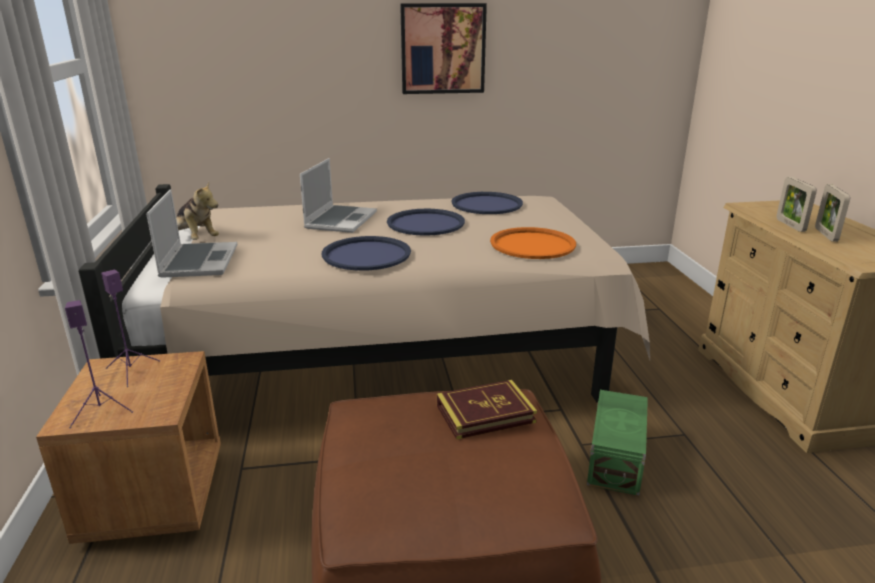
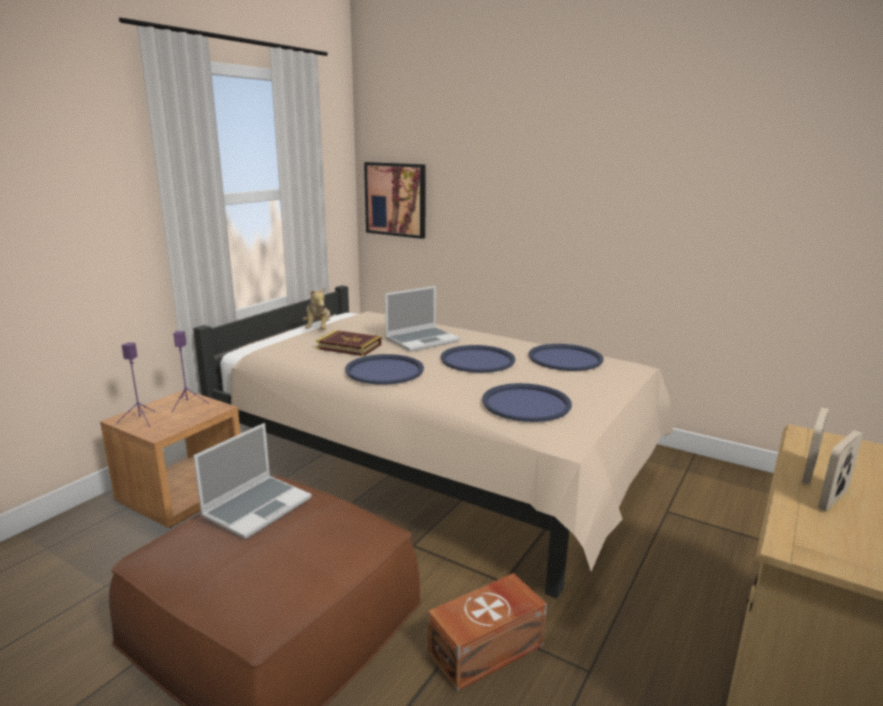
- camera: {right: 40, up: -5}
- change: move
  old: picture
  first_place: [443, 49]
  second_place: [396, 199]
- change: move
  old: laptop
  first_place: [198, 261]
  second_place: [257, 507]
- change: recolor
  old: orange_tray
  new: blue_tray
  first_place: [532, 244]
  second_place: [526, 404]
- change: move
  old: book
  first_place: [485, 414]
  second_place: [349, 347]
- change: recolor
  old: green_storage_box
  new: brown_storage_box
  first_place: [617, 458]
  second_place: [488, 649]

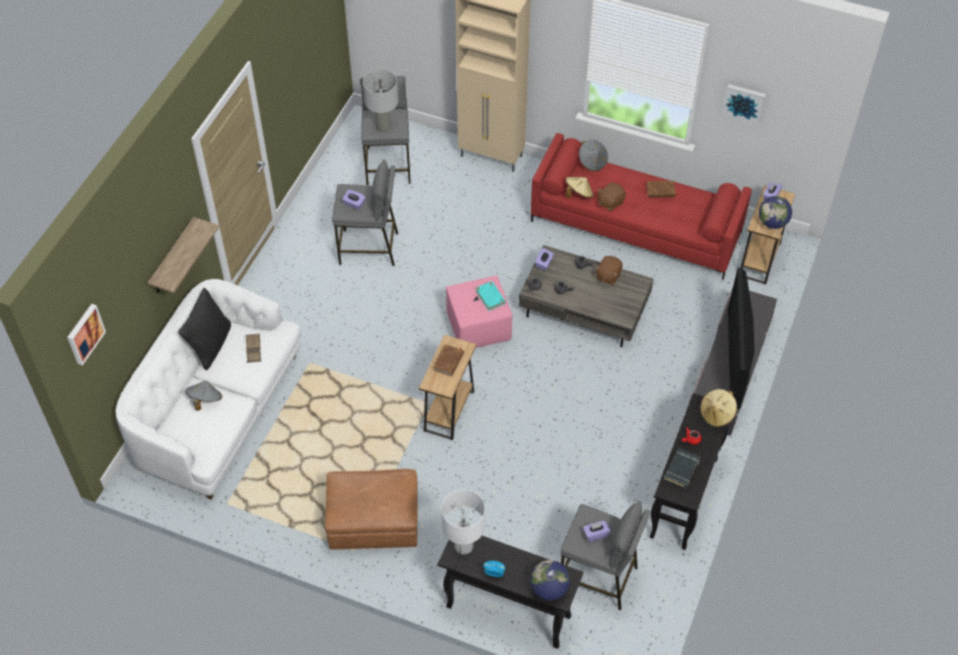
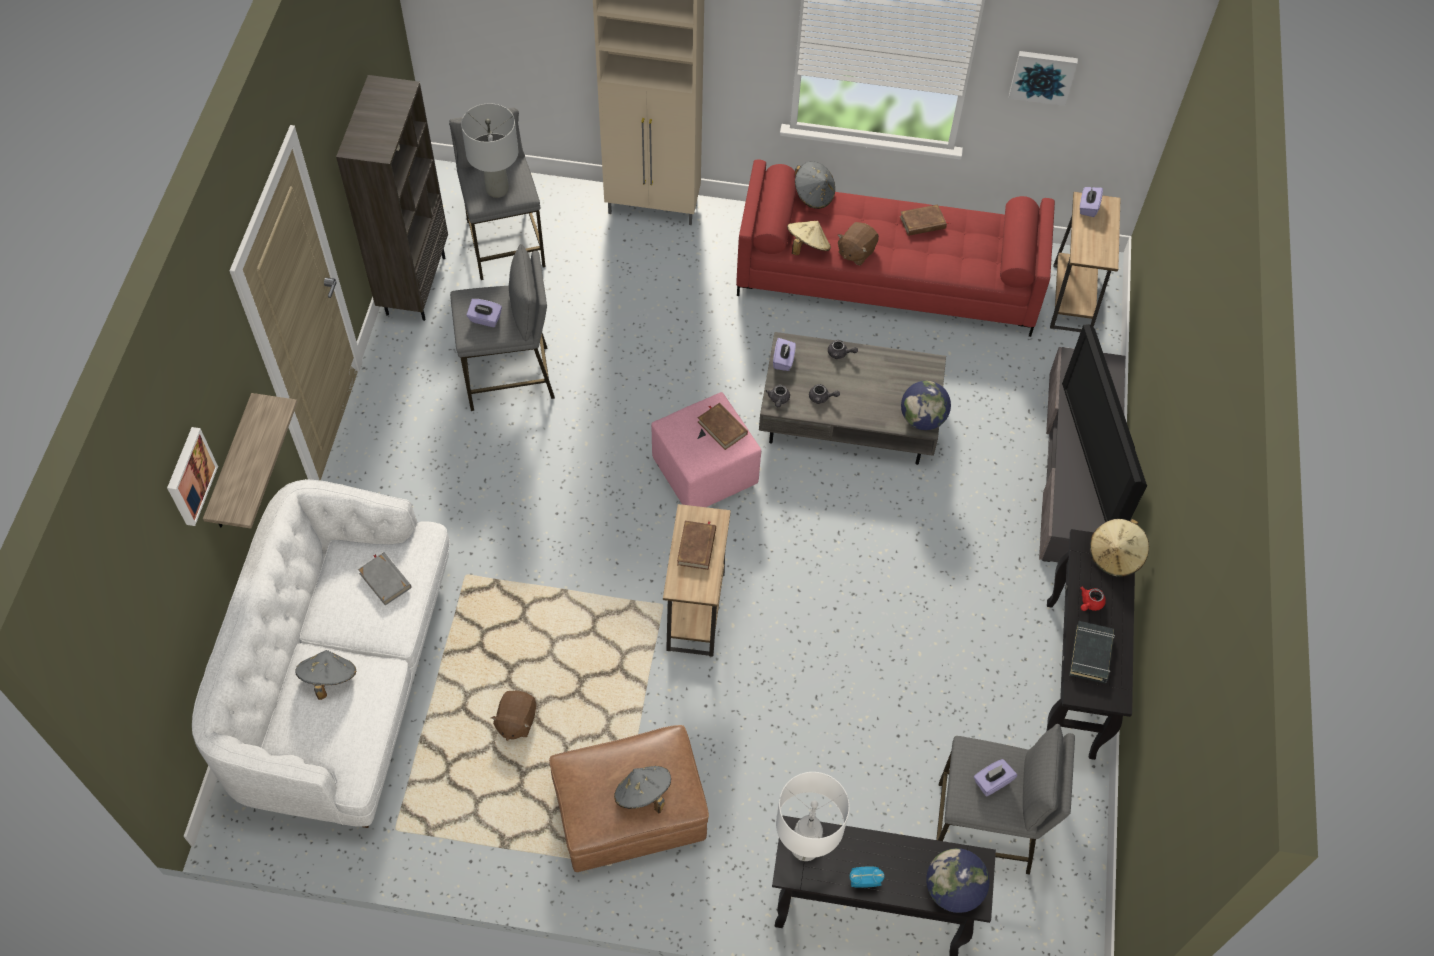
- camera: {right: -15, up: 5}
- change: move
  old: globe
  first_place: [772, 223]
  second_place: [922, 419]
- change: move
  old: brown_plush_toy
  first_place: [608, 276]
  second_place: [516, 721]
- change: recolor
  old: turquoise_book
  new: brown_book
  first_place: [490, 297]
  second_place: [722, 427]
- change: delete
  old: black_pillow
  first_place: [210, 345]
- change: move
  old: picture
  first_place: [84, 333]
  second_place: [189, 476]
- change: replace
  old: brown_tray
  new: grey_book
  first_place: [253, 349]
  second_place: [385, 580]
- change: insert
  new: brown_bookcase
  second_place: [415, 285]
- change: insert
  new: grey_hat
  second_place: [643, 794]

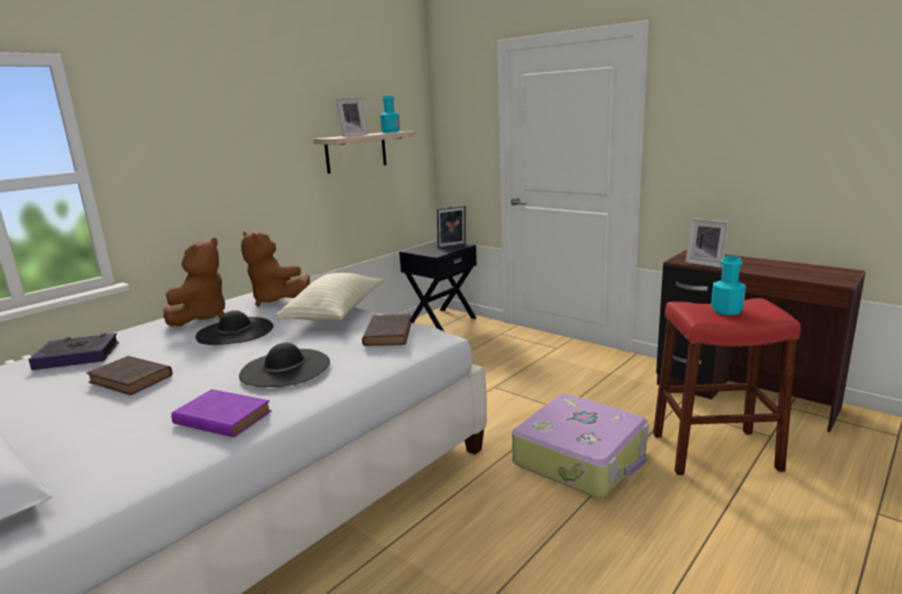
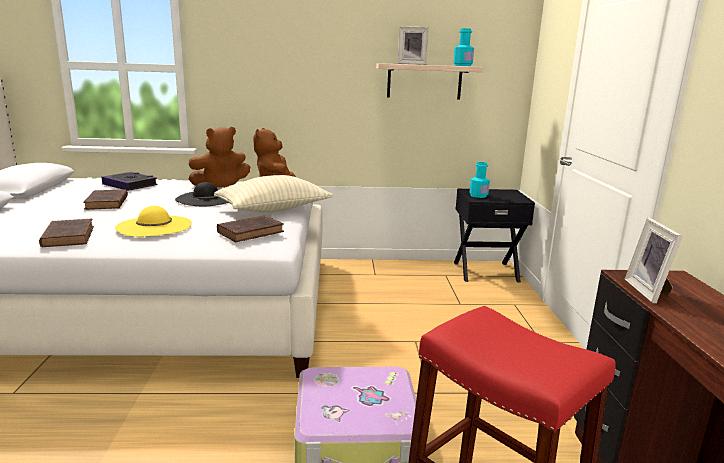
- camera: {right: 45, up: 0}
- change: delete
  old: picture_frame
  first_place: [452, 246]
- change: move
  old: turquoise_bottle
  first_place: [726, 310]
  second_place: [478, 195]
- change: recolor
  old: black_hat
  new: yellow_hat
  first_place: [285, 368]
  second_place: [154, 226]
- change: recolor
  old: purple_book
  new: brown_book
  first_place: [221, 417]
  second_place: [68, 236]

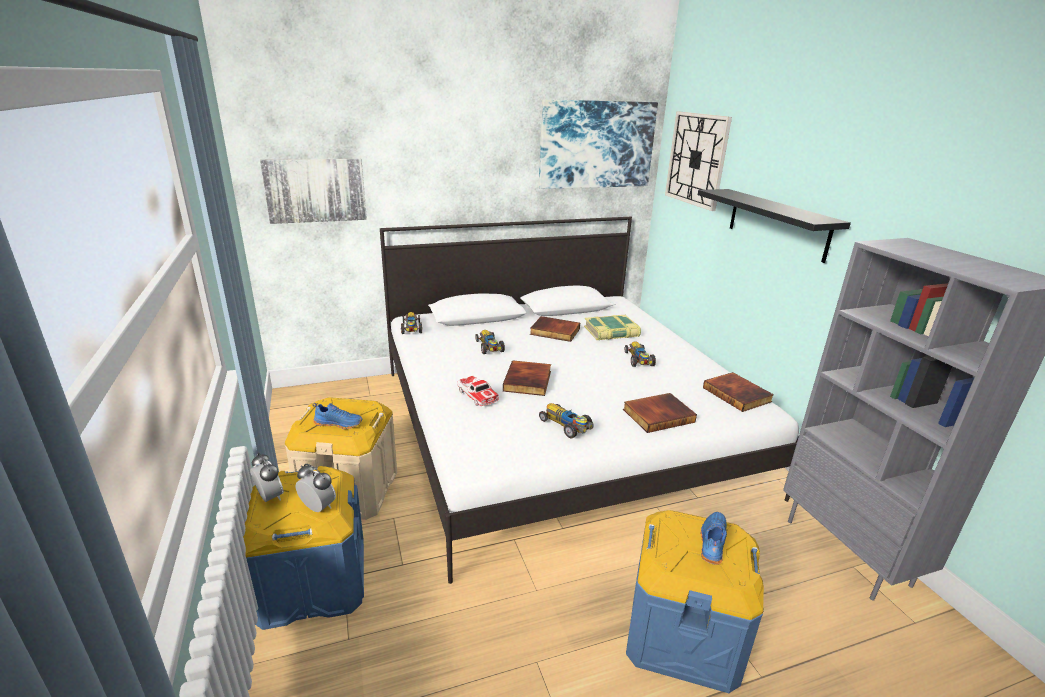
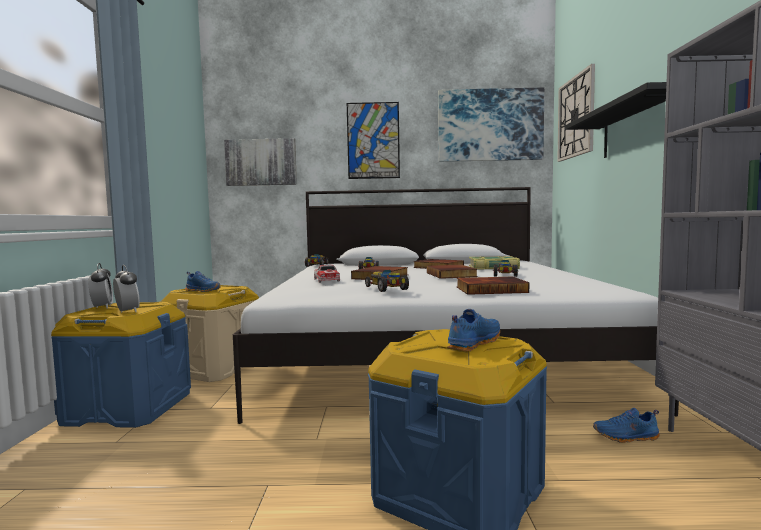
- camera: {right: 20, up: -20}
- change: move
  old: book
  first_place: [738, 394]
  second_place: [452, 275]
- change: insert
  new: picture
  second_place: [373, 140]
- change: insert
  new: blue_shoe
  second_place: [626, 437]

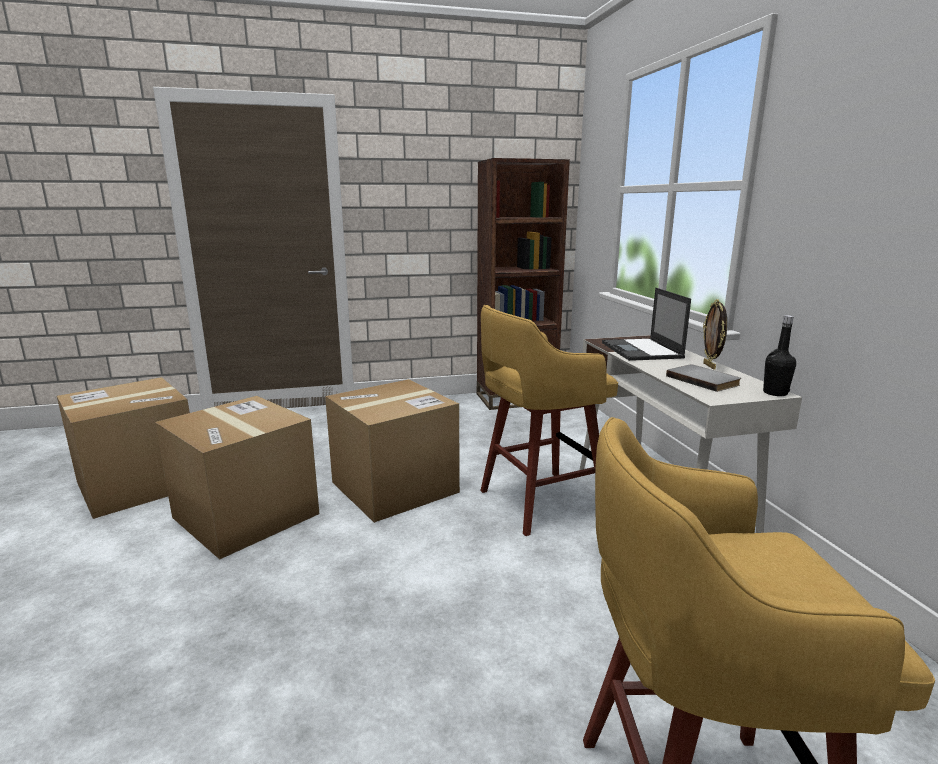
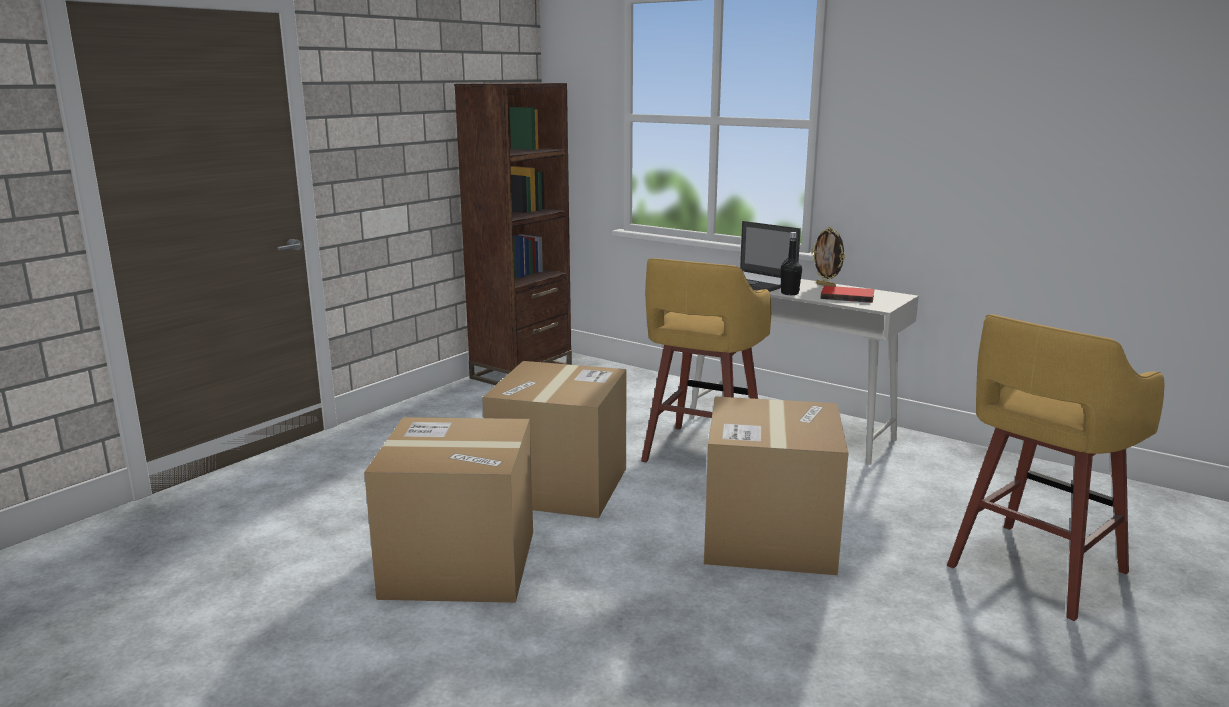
- camera: {right: -40, up: 0}
- change: move
  old: black_bottle
  first_place: [775, 393]
  second_place: [789, 293]
- change: recolor
  old: grey_book
  new: red_book
  first_place: [704, 380]
  second_place: [847, 296]
- change: move
  old: cardboard_box
  first_place: [138, 484]
  second_place: [769, 537]

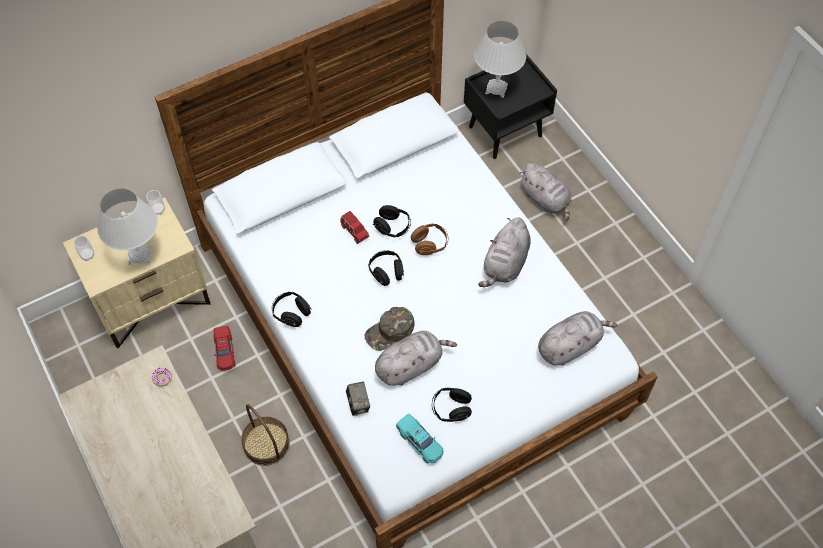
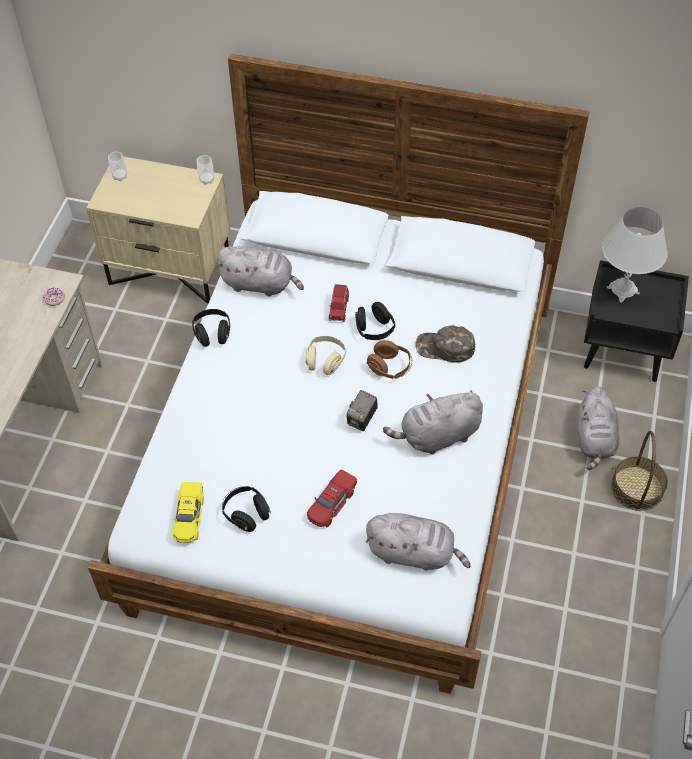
- camera: {right: 45, up: -5}
- change: delete
  old: white_table_lamp
  first_place: [140, 255]
- change: recolor
  old: black_headphones
  new: beige_headphones
  first_place: [386, 272]
  second_place: [325, 361]
- change: move
  old: green_cap
  first_place: [390, 331]
  second_place: [444, 348]
- change: move
  old: red_toy_car
  first_place: [225, 351]
  second_place: [332, 504]
- change: move
  old: grey_plush_toy
  first_place: [411, 365]
  second_place: [260, 284]
- change: move
  old: photo_camera
  first_place: [358, 404]
  second_place: [362, 420]
- change: move
  old: basket
  first_place: [266, 444]
  second_place: [637, 488]
- change: recolor
  old: turquoise_toy_car
  new: yellow_toy_car
  first_place: [420, 442]
  second_place: [189, 517]

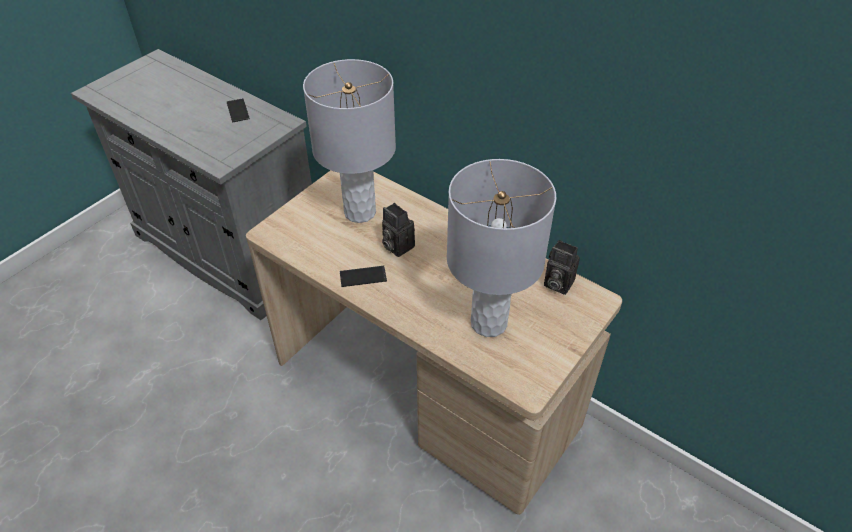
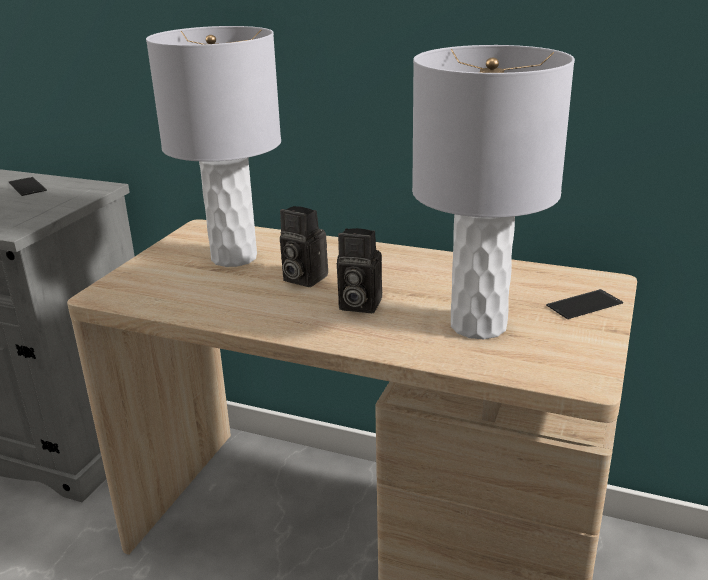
- camera: {right: -15, up: -20}
- change: move
  old: photo_camera
  first_place: [556, 283]
  second_place: [357, 304]
- change: move
  old: phone
  first_place: [363, 276]
  second_place: [584, 305]

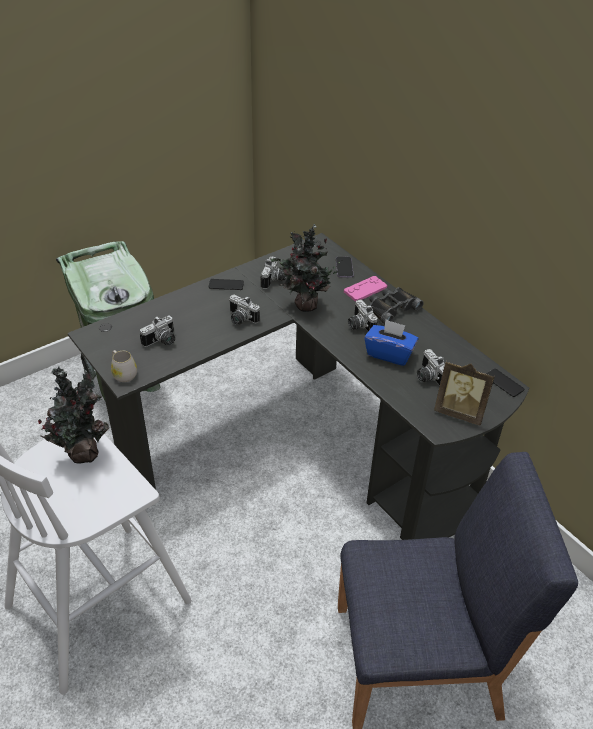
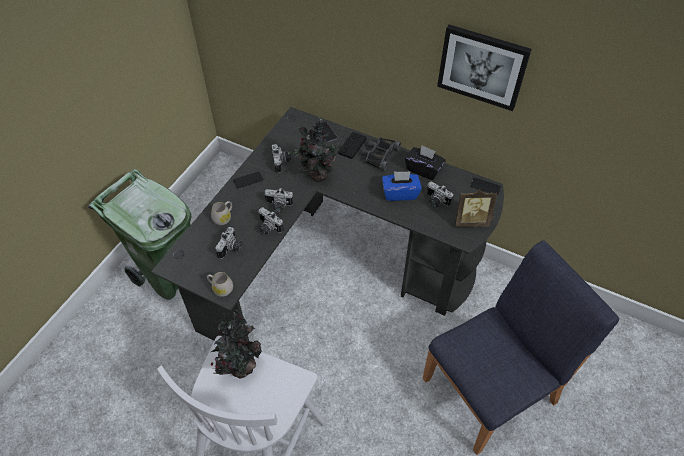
- camera: {right: -25, up: 10}
- change: recolor
  old: pink_game_controller
  new: black_game_controller
  first_place: [365, 289]
  second_place: [352, 146]
- change: move
  old: photo_camera
  first_place: [358, 325]
  second_place: [268, 228]
- change: insert
  new: picture
  second_place: [482, 66]
- change: insert
  new: black_tissue_box
  second_place: [423, 169]
- change: insert
  new: white_mug
  second_place: [224, 218]

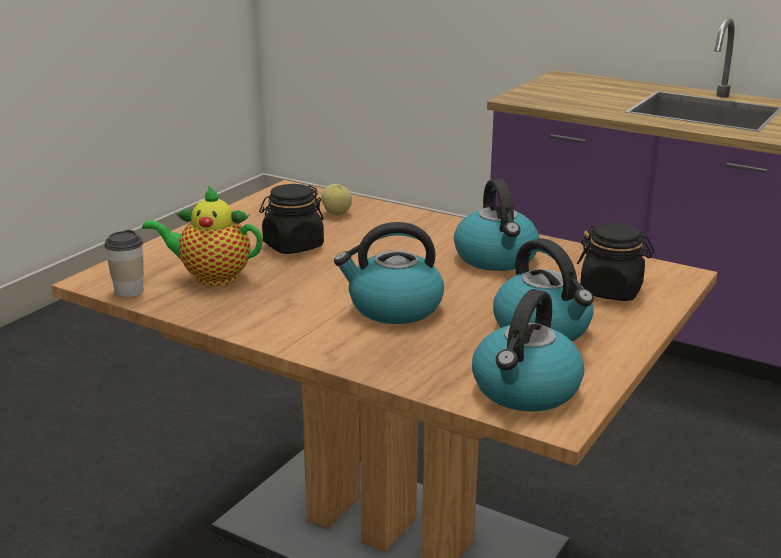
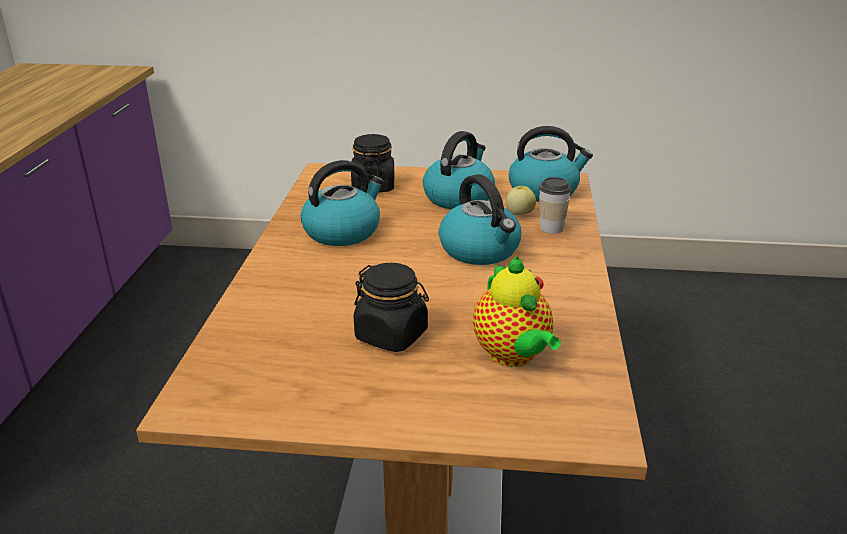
- camera: {right: -115, up: 5}
- change: move
  old: apple
  first_place: [337, 213]
  second_place: [519, 214]
- change: move
  old: cup
  first_place: [129, 291]
  second_place: [551, 228]

